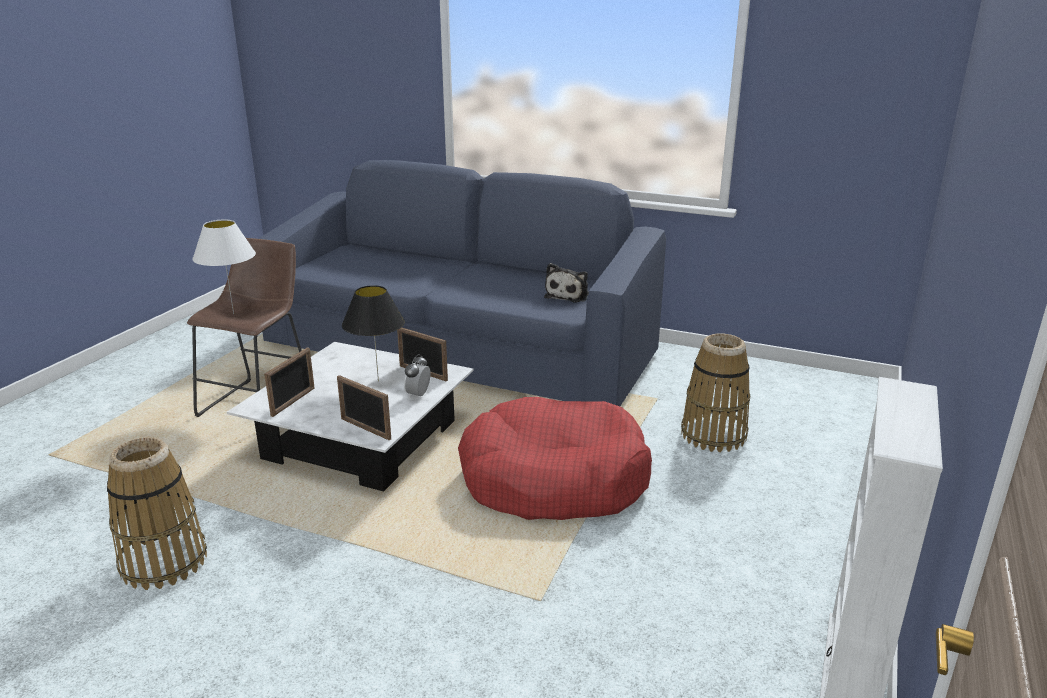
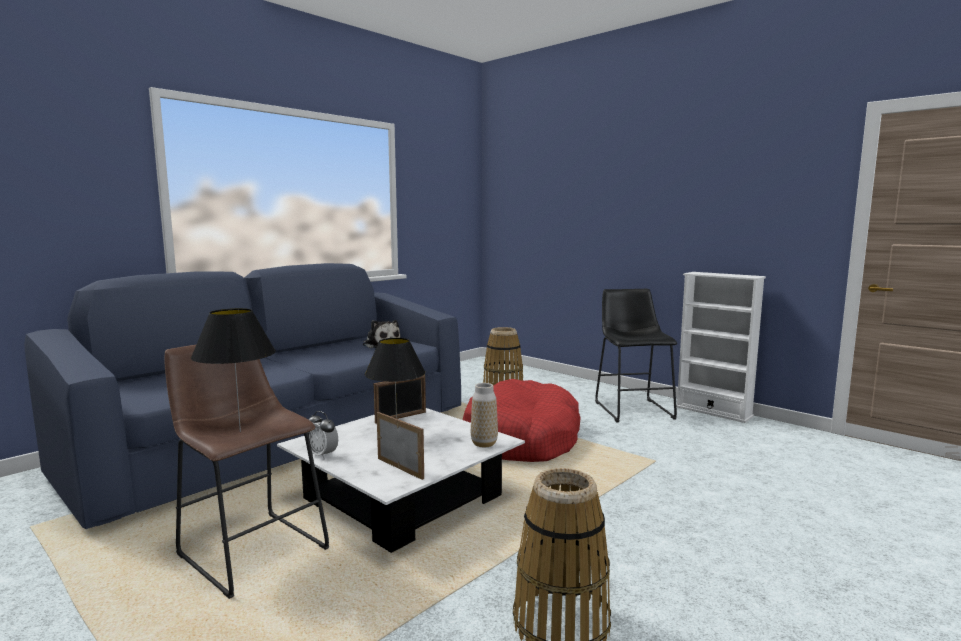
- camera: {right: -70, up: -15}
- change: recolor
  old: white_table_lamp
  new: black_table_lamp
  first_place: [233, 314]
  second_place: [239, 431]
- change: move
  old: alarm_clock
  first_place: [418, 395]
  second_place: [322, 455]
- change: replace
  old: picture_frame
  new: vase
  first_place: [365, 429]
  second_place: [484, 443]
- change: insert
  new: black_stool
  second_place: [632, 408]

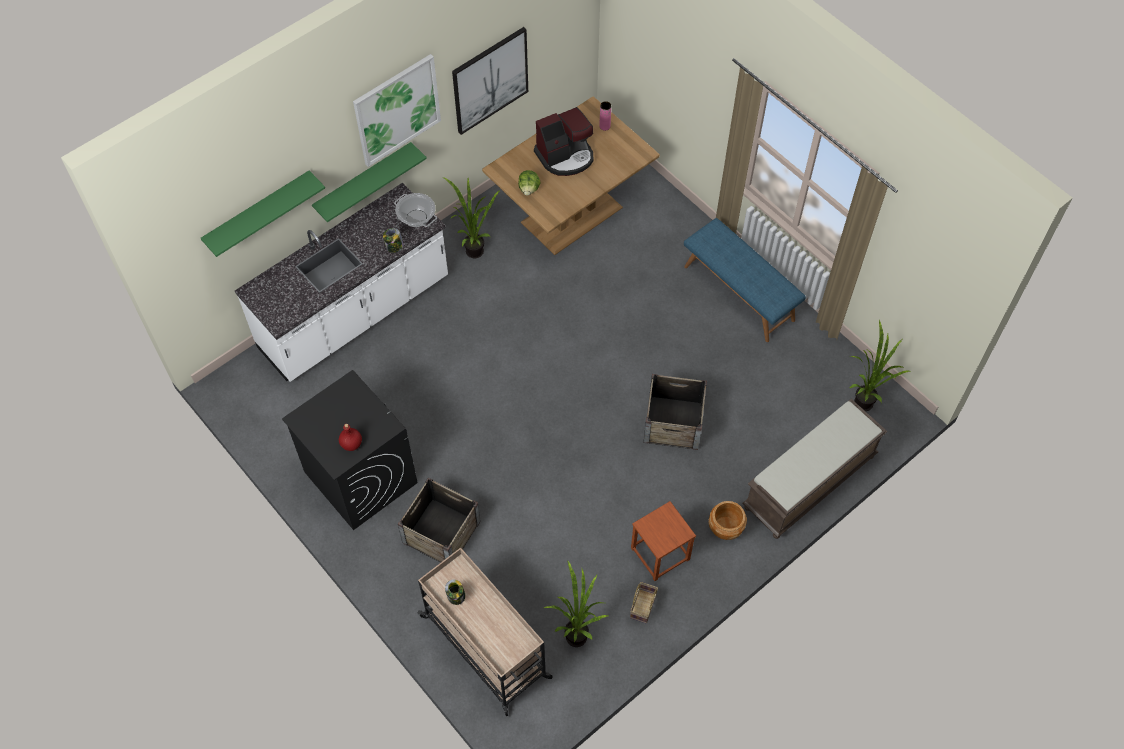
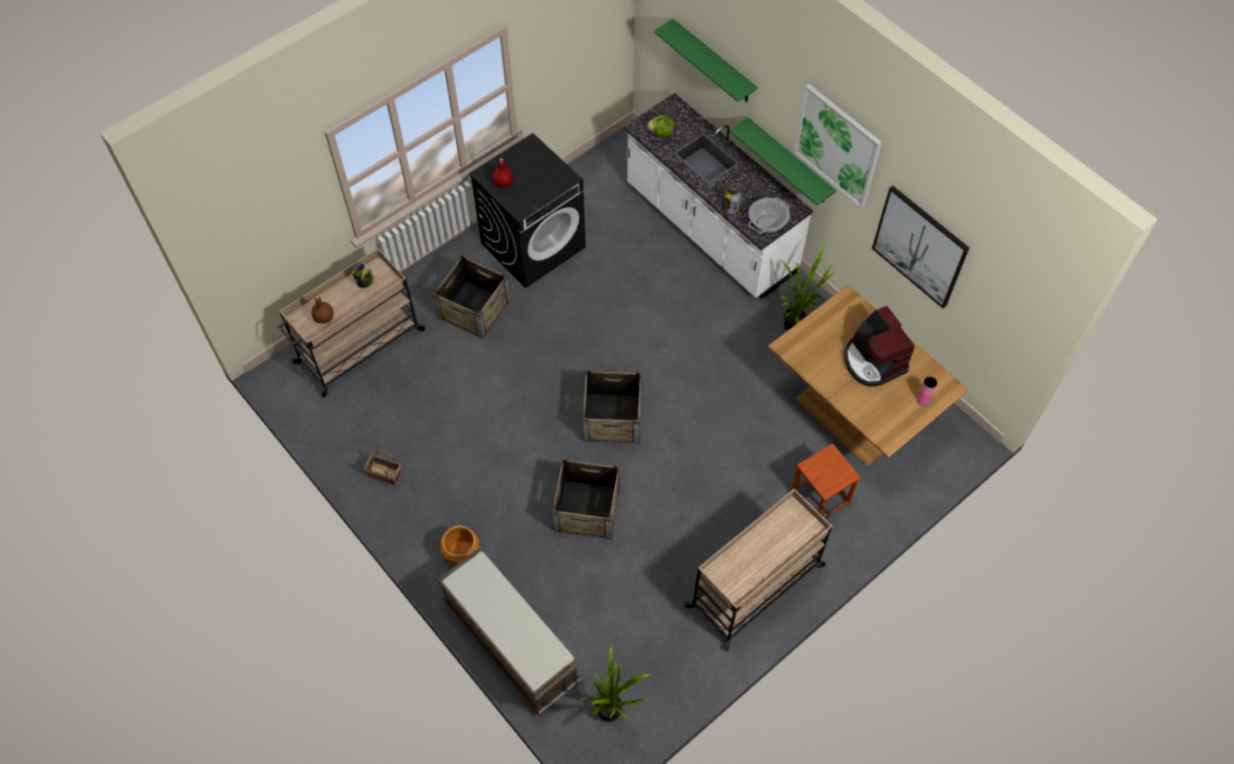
- camera: {right: 90, up: 0}
- change: move
  old: lettuce
  first_place: [529, 189]
  second_place: [661, 133]
- change: replace
  old: blue_bench
  new: beige_cart
  first_place: [739, 292]
  second_place: [756, 585]
- change: move
  old: brown_stool
  first_place: [660, 554]
  second_place: [819, 497]
- change: delete
  old: potted_plant
  first_place: [577, 632]
- change: insert
  new: brown_bottle
  second_place: [324, 318]
- change: insert
  new: crate
  second_place: [612, 418]

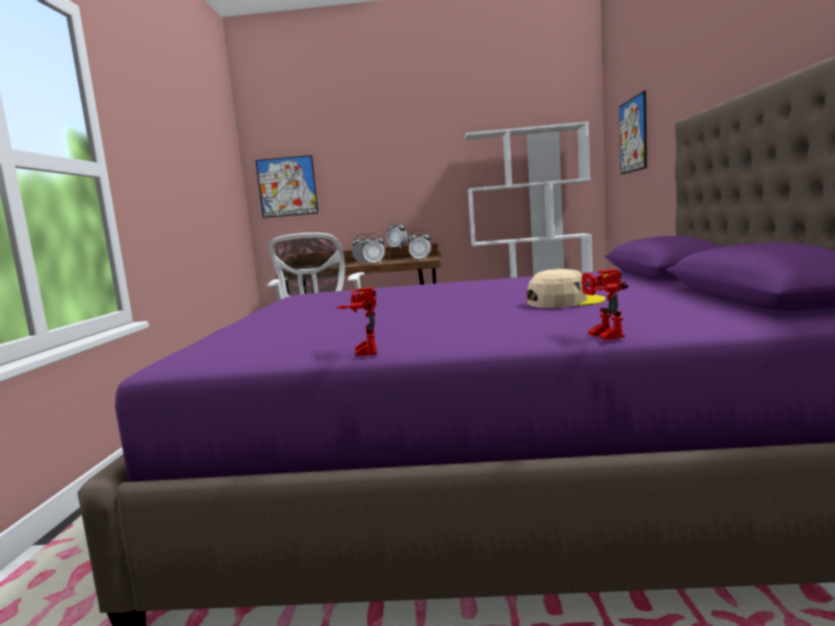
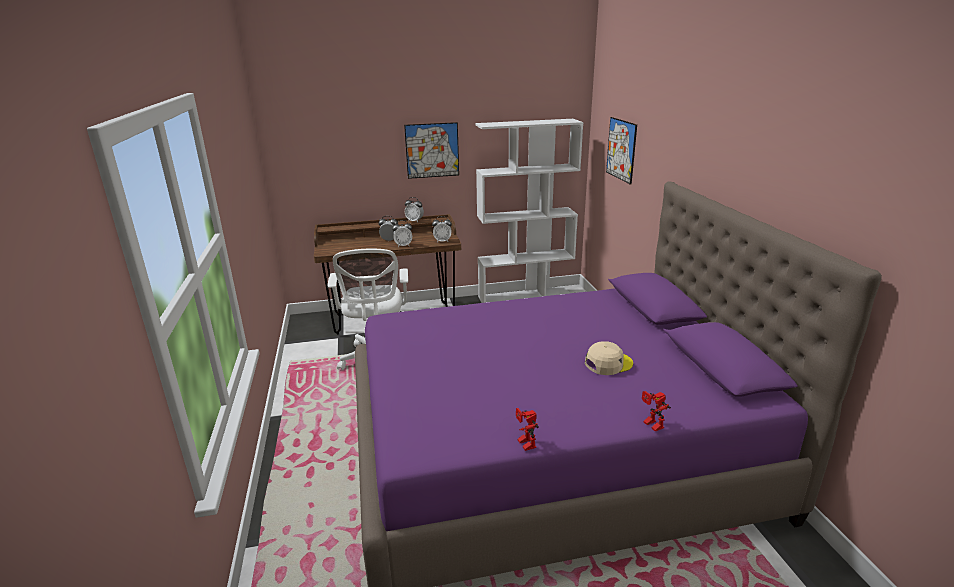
- camera: {right: -15, up: 15}
- change: move
  old: picture
  first_place: [287, 186]
  second_place: [432, 150]

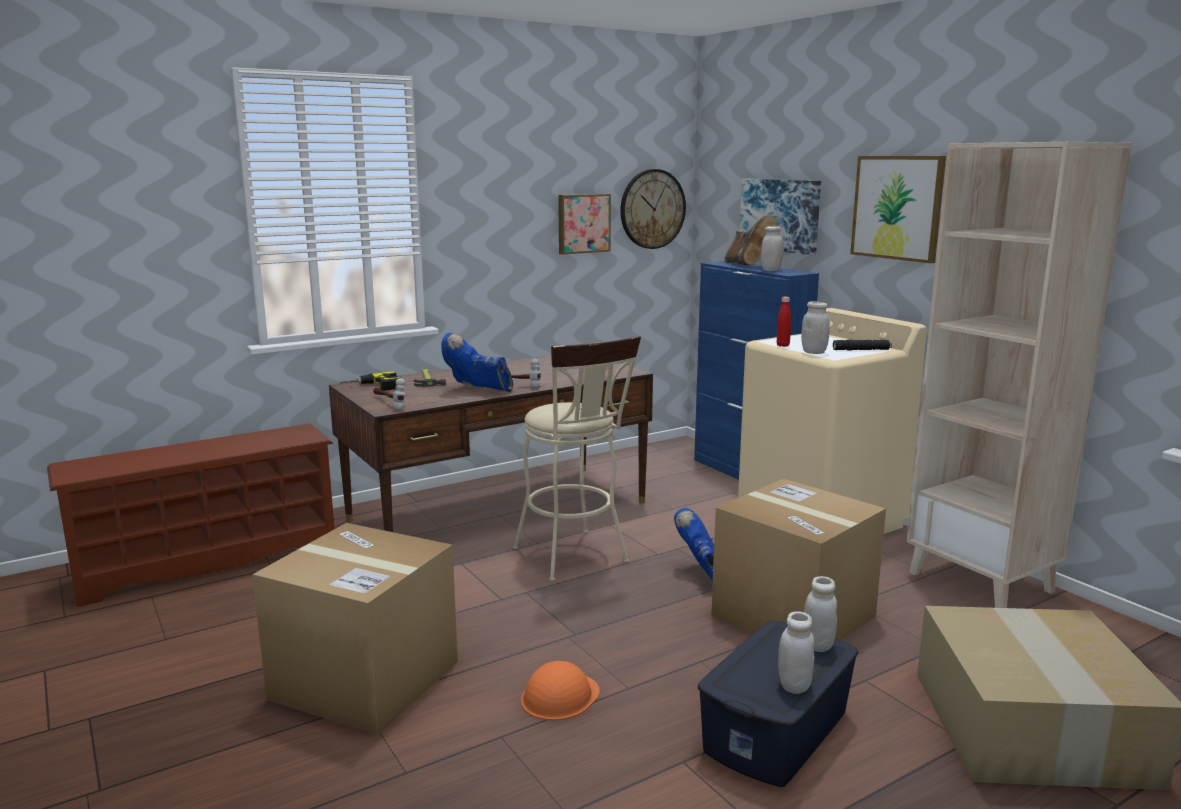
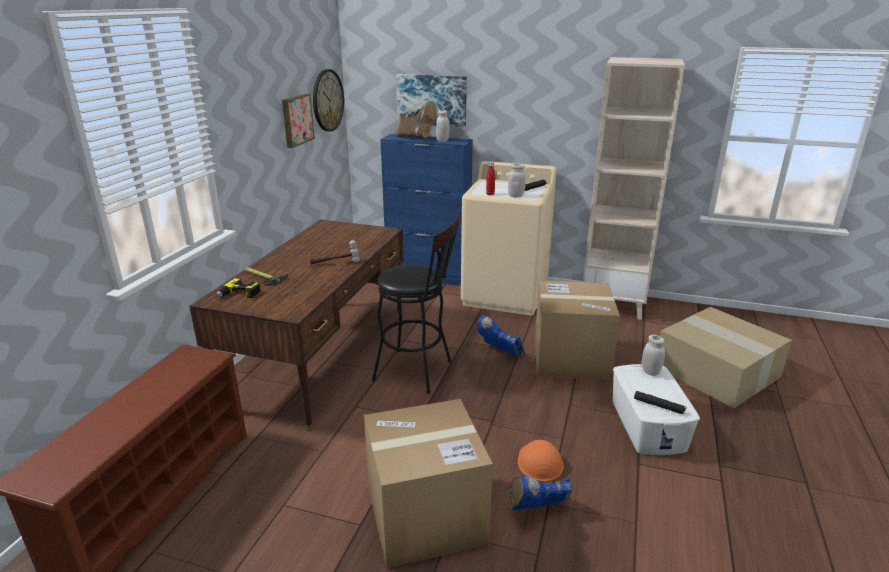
- camera: {right: -40, up: 10}
- change: delete
  old: picture
  first_place: [897, 207]
- change: move
  old: blue_boot
  first_place: [478, 390]
  second_place: [536, 511]
- change: recolor
  old: beige_stool
  new: black_stool
  first_place: [575, 558]
  second_place: [419, 372]
- change: delete
  old: hammer
  first_place: [389, 403]
- change: delete
  old: white_jar
  first_place: [794, 686]
- change: recolor
  old: blue_storage_box
  new: white_storage_box
  first_place: [777, 731]
  second_place: [648, 425]
- change: insert
  new: black_flashlight
  second_place: [659, 406]

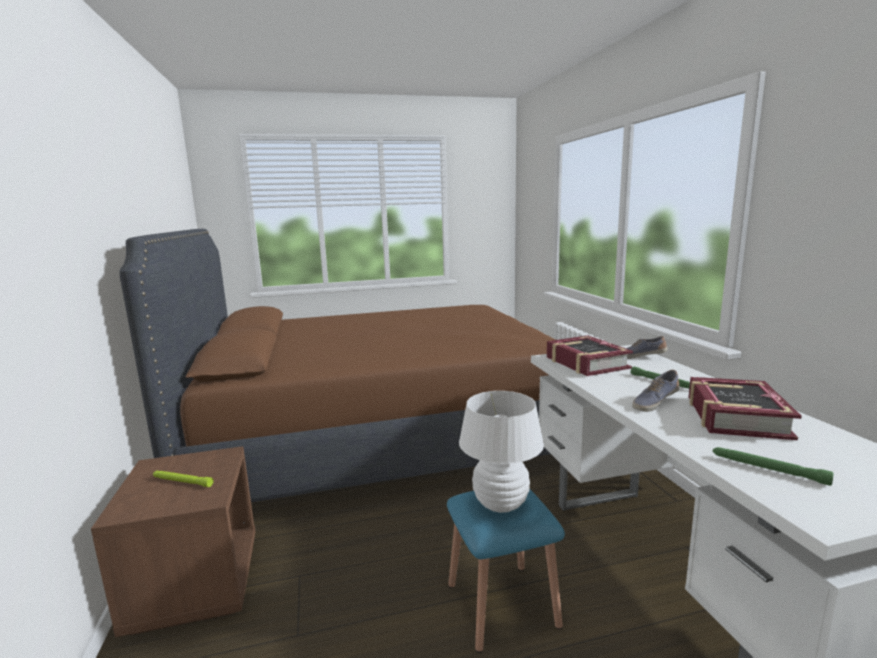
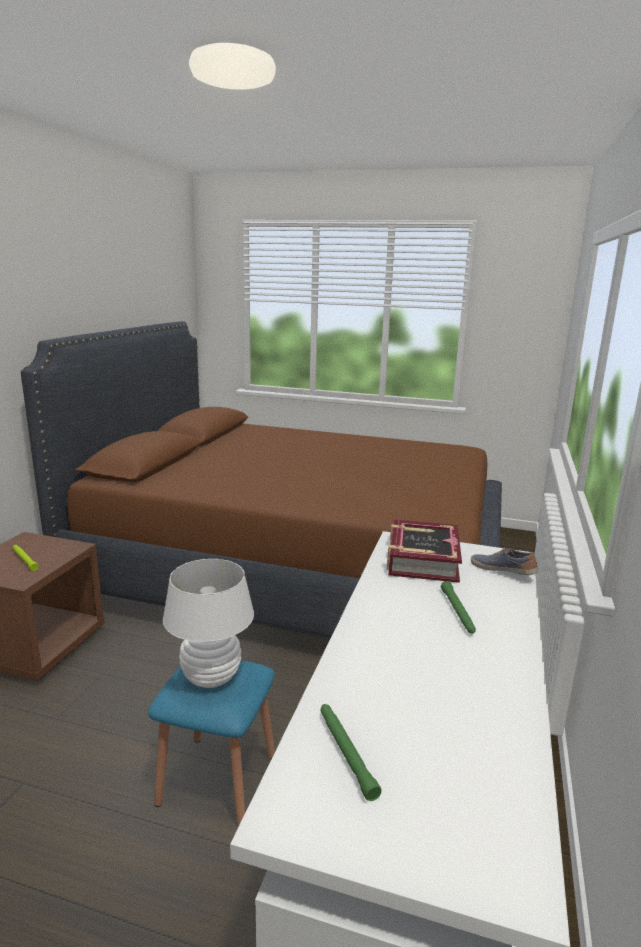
- camera: {right: 30, up: 5}
- change: delete
  old: shoe
  first_place: [654, 402]
- change: delete
  old: book
  first_place: [735, 417]

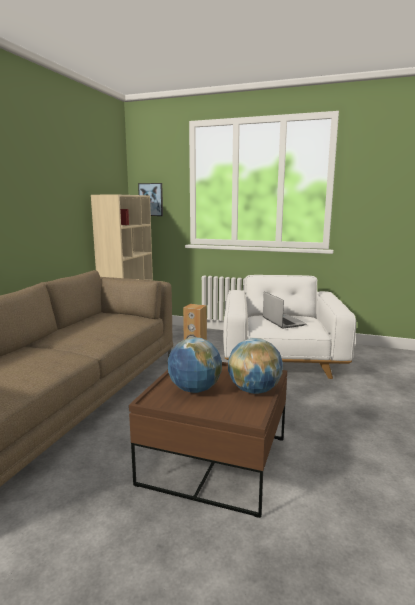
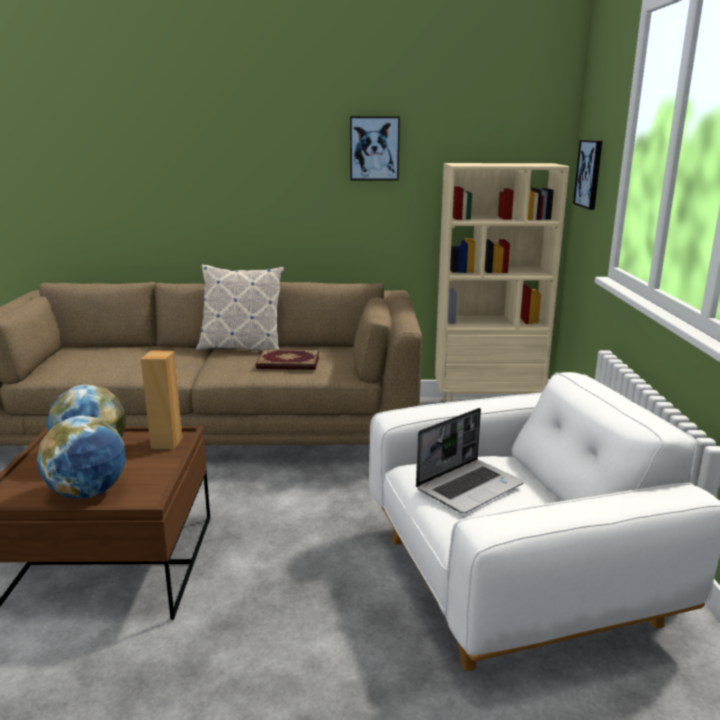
- camera: {right: 70, up: 5}
- change: insert
  new: picture
  second_place: [374, 148]
- change: insert
  new: pillow
  second_place: [241, 348]
- change: insert
  new: book
  second_place: [288, 363]

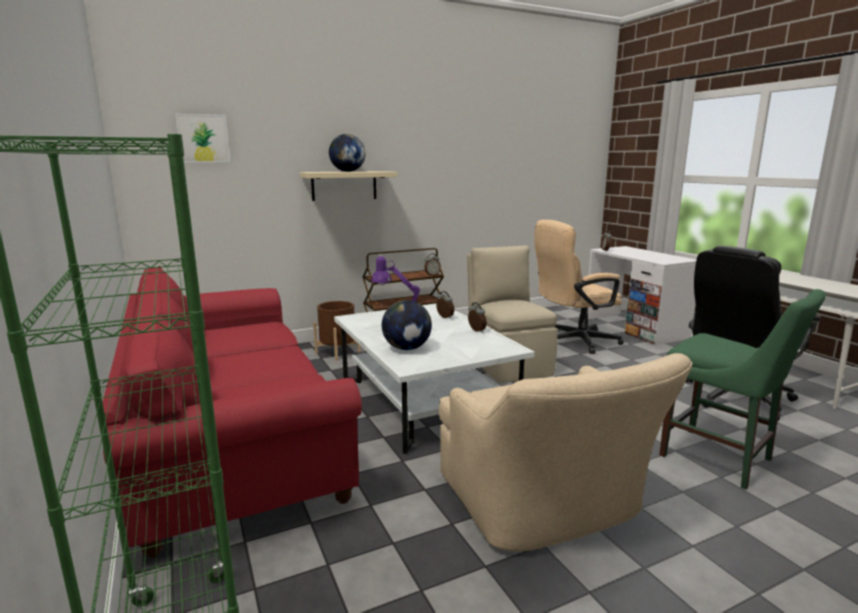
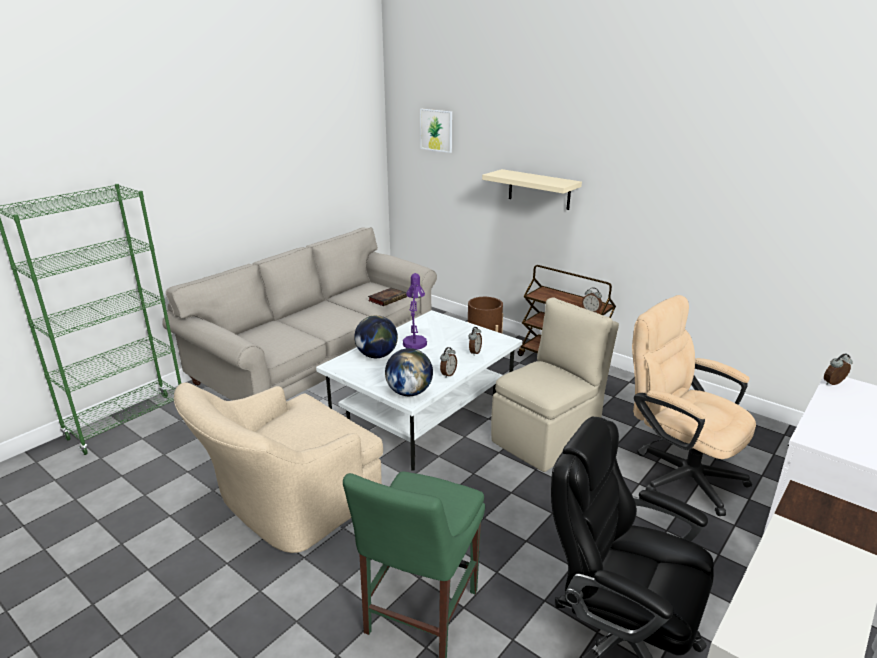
- camera: {right: 65, up: 10}
- change: move
  old: globe
  first_place: [347, 171]
  second_place: [409, 392]
- change: recolor
  old: red_sofa
  new: beige_sofa
  first_place: [233, 436]
  second_place: [318, 358]
- change: insert
  new: book
  second_place: [388, 299]

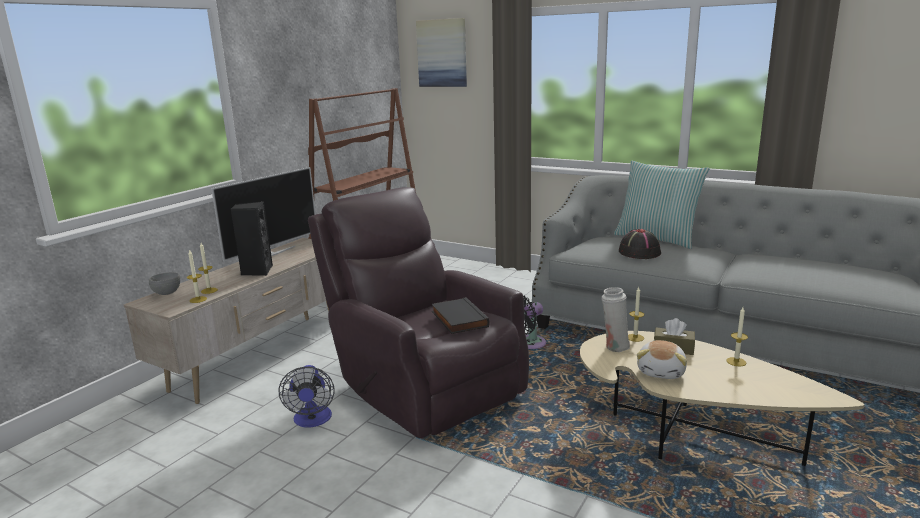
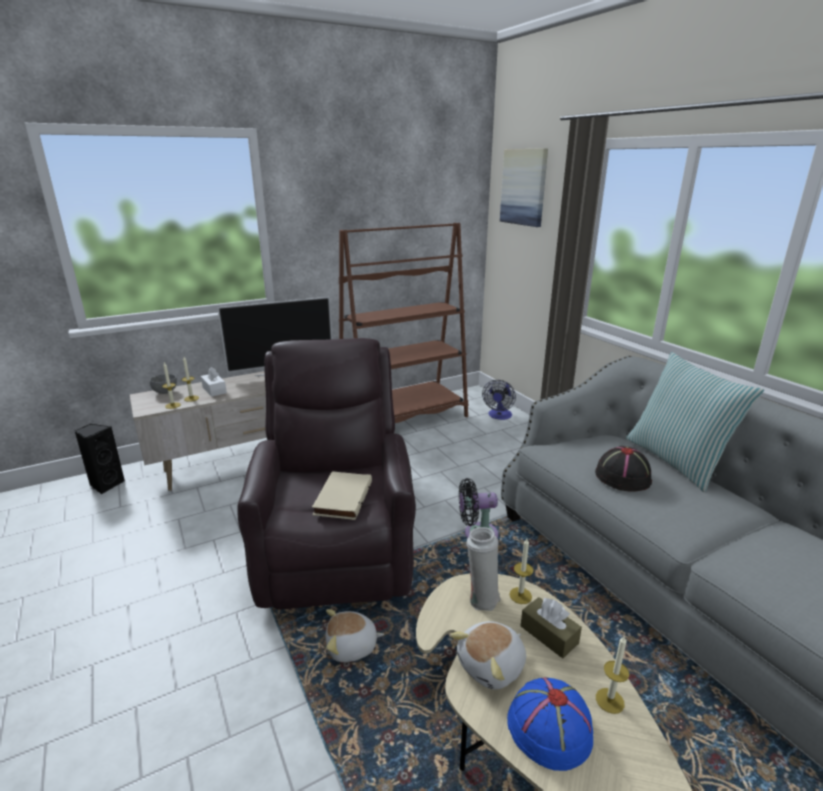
- camera: {right: 30, up: 5}
- change: move
  old: black_speaker
  first_place: [257, 271]
  second_place: [106, 484]
- change: recolor
  old: black_book
  new: beige_book
  first_place: [458, 319]
  second_place: [342, 498]
- change: move
  old: fan
  first_place: [312, 420]
  second_place: [499, 416]
- change: insert
  new: white_tissue_box
  second_place: [214, 390]
- change: insert
  new: plush_toy
  second_place: [352, 647]
- change: insert
  new: blue_hat
  second_place: [549, 727]

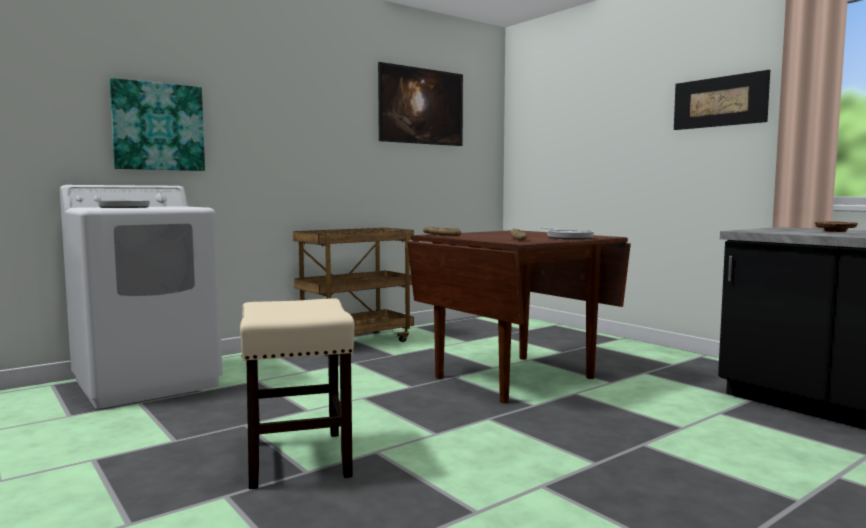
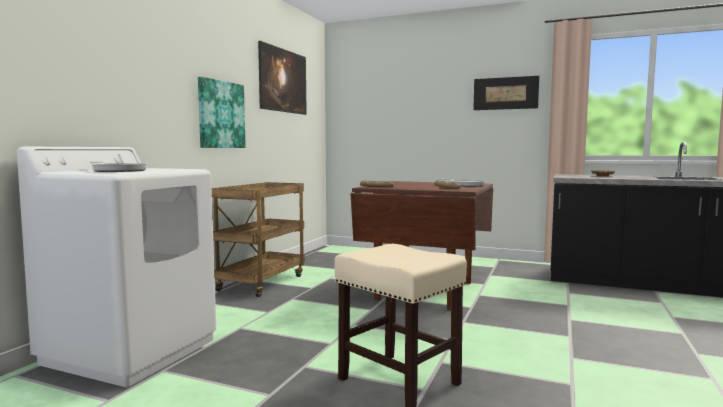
- camera: {right: -30, up: 0}
- change: move
  old: picture
  first_place: [158, 127]
  second_place: [221, 114]

